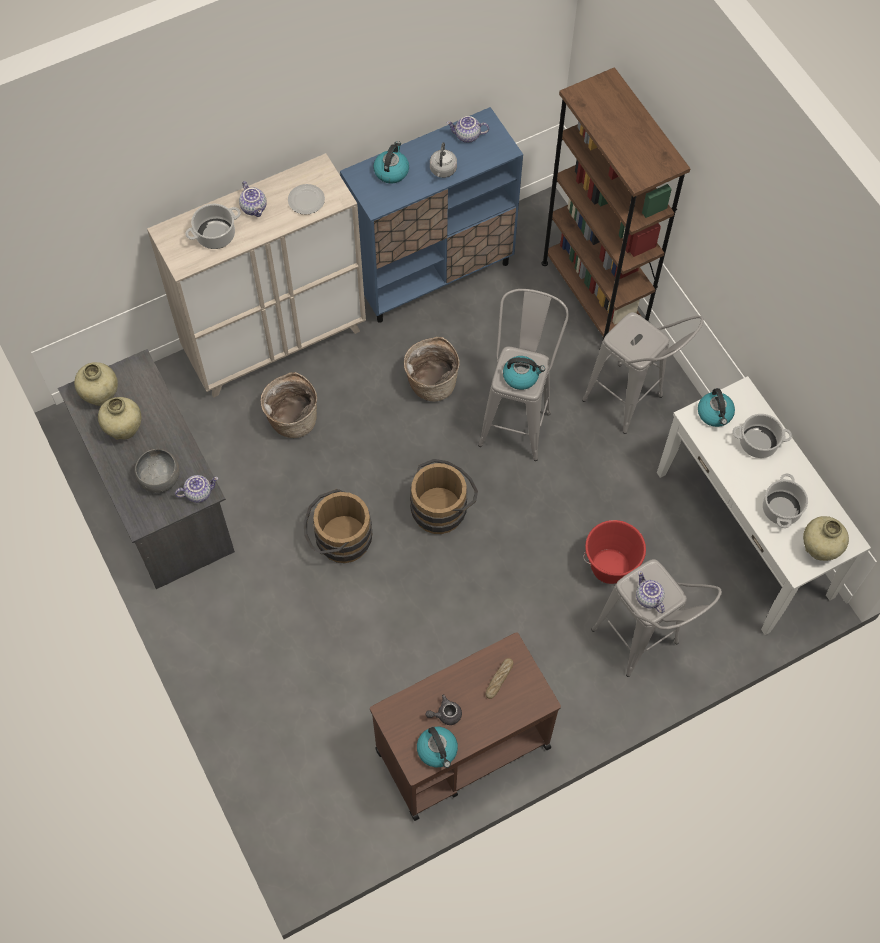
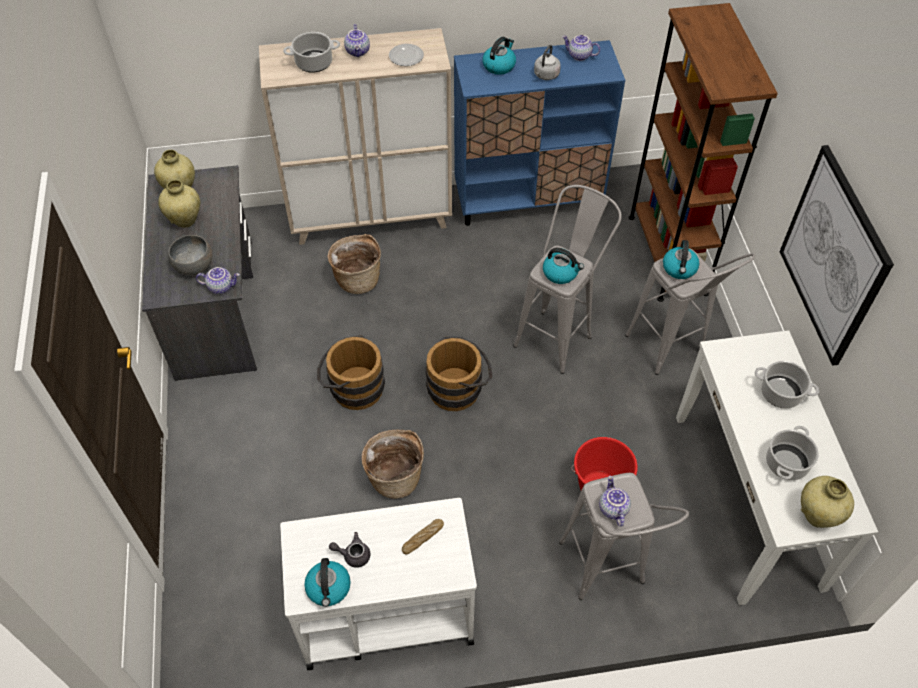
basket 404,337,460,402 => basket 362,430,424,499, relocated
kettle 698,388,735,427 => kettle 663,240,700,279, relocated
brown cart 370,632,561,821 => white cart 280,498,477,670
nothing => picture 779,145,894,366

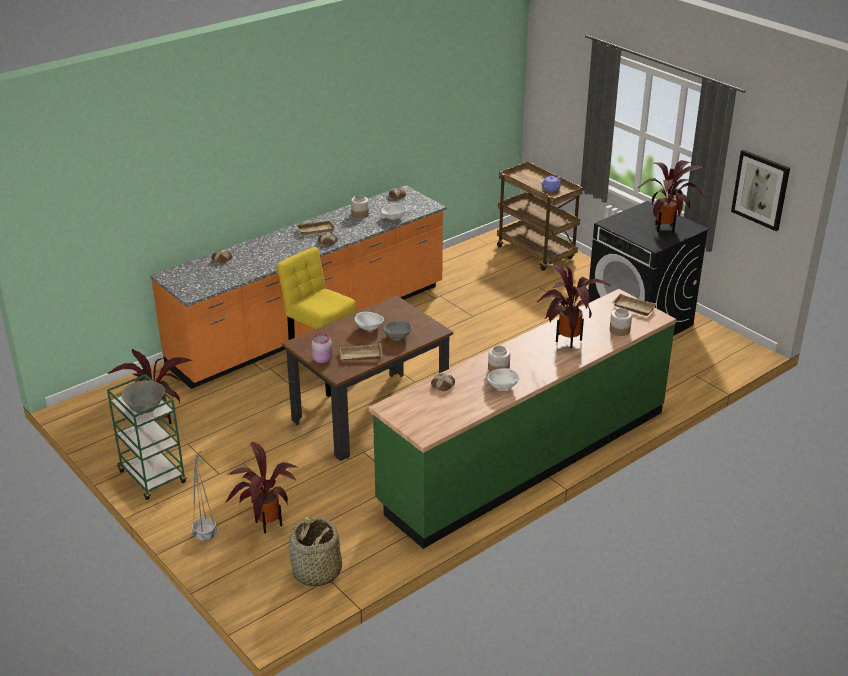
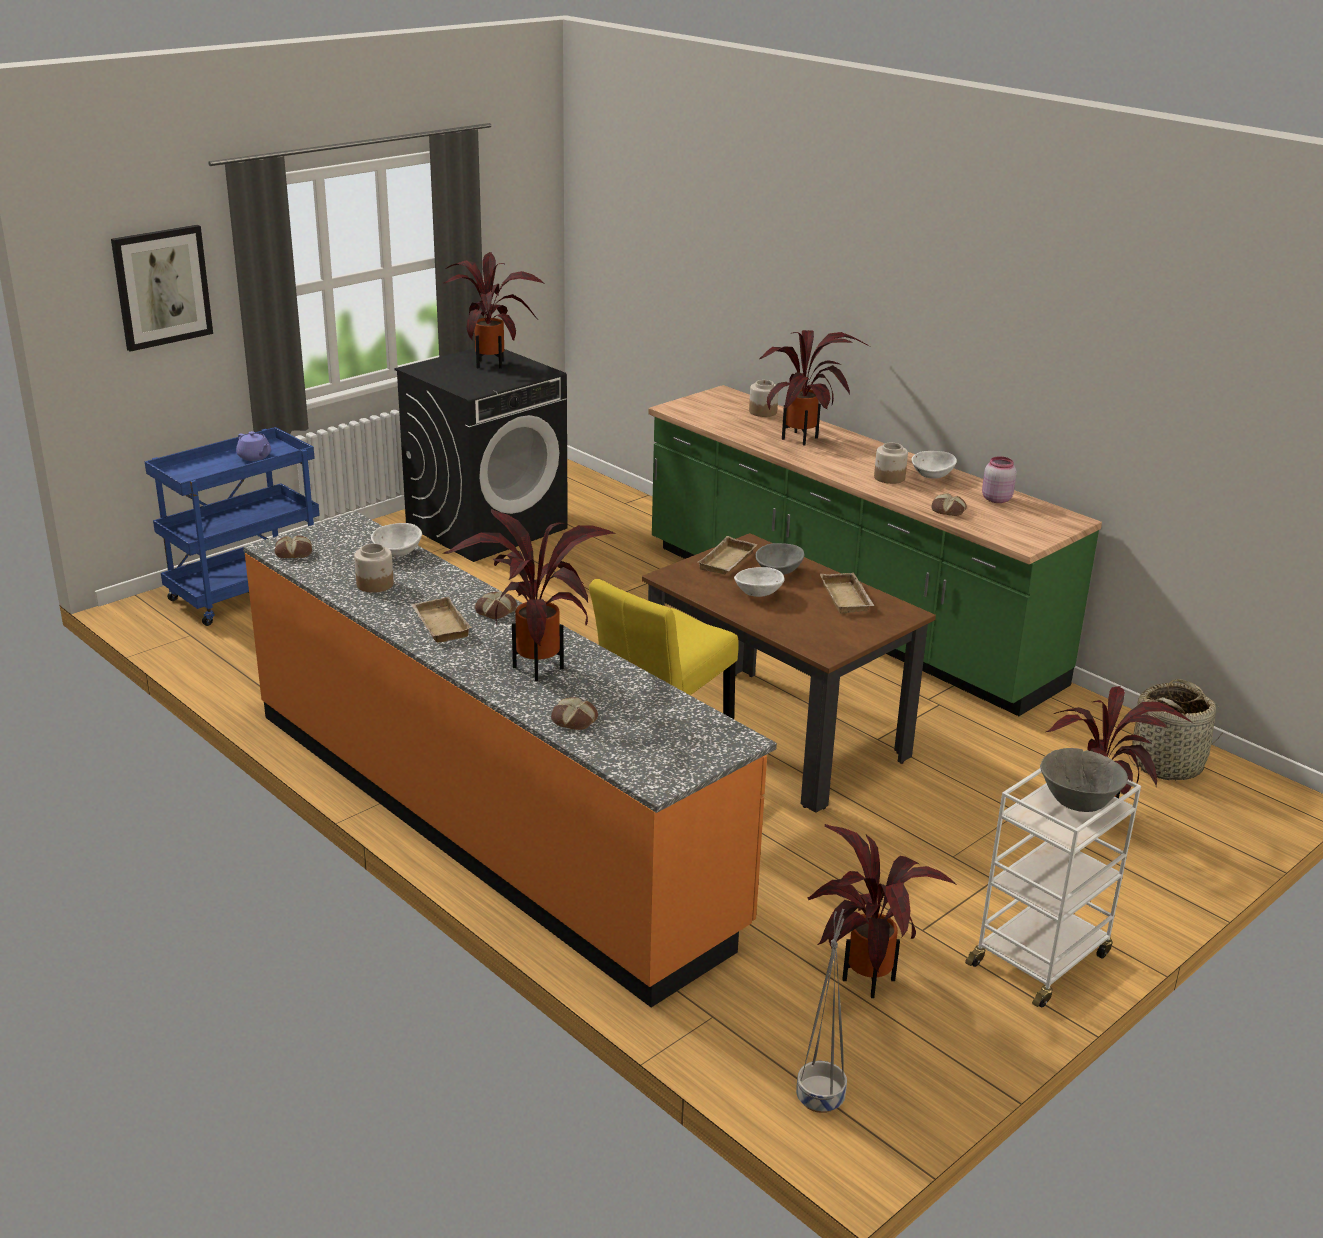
picture 731,150,790,231 => picture 111,225,213,352, relocated
brown cart 497,162,583,271 => blue cart 145,427,320,626
beige tray 612,294,657,316 => beige tray 698,536,758,574, relocated
pink jar 312,333,332,363 => pink jar 982,456,1017,503, relocated
green cart 107,374,187,500 => white cart 965,769,1141,1008
grey planter 192,451,217,541 => grey planter 796,909,847,1113, relocated
nothing => potted plant 442,508,616,681

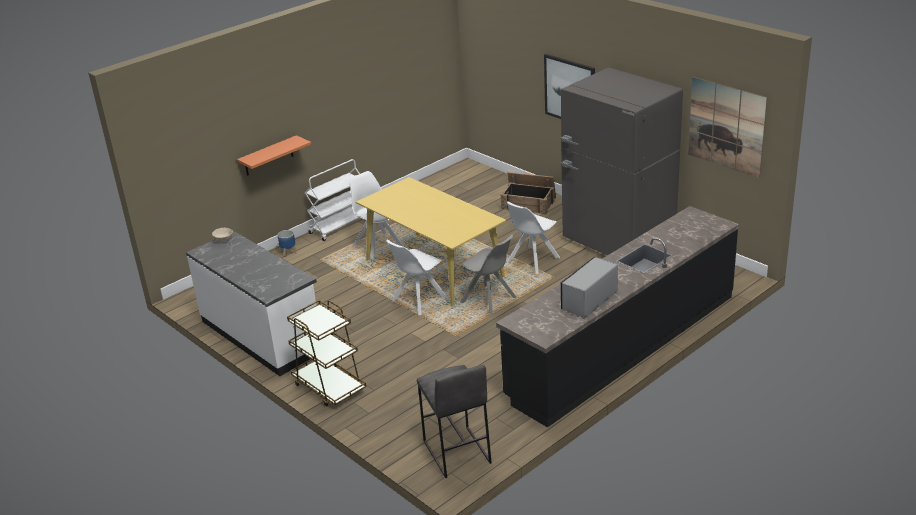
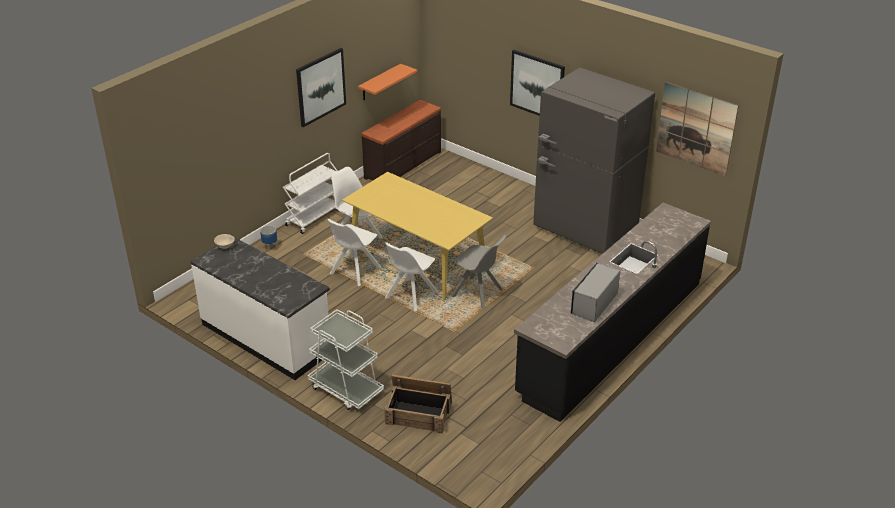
orange shelf 237,135,311,176 => orange shelf 358,64,417,100, relocated
crate 501,172,556,214 => crate 384,375,452,434, relocated
white chair 507,201,560,274 => white chair 328,219,381,286, relocated
brown cart 287,300,366,407 => white cart 308,309,384,410
grey stool 417,365,492,478 => nothing
nothing => picture 296,48,346,127
nothing => brown dresser 361,100,441,180

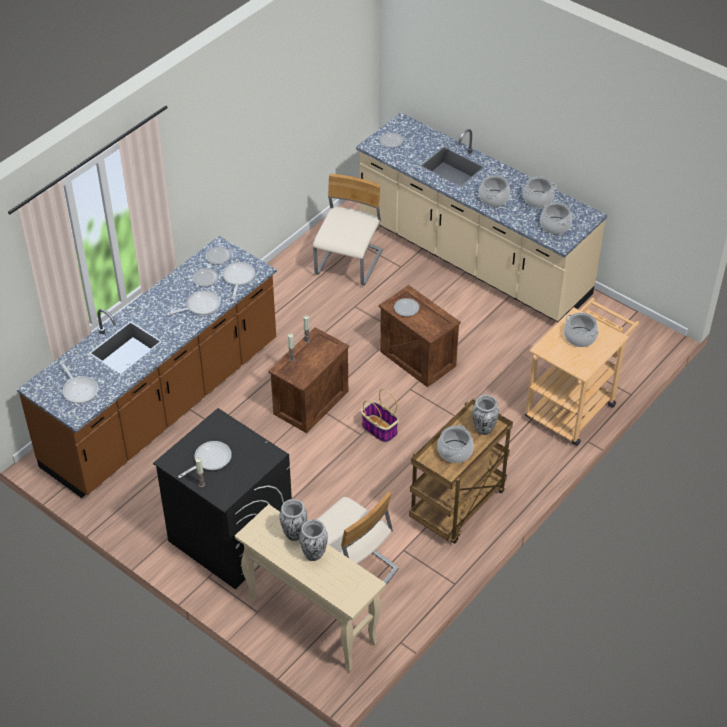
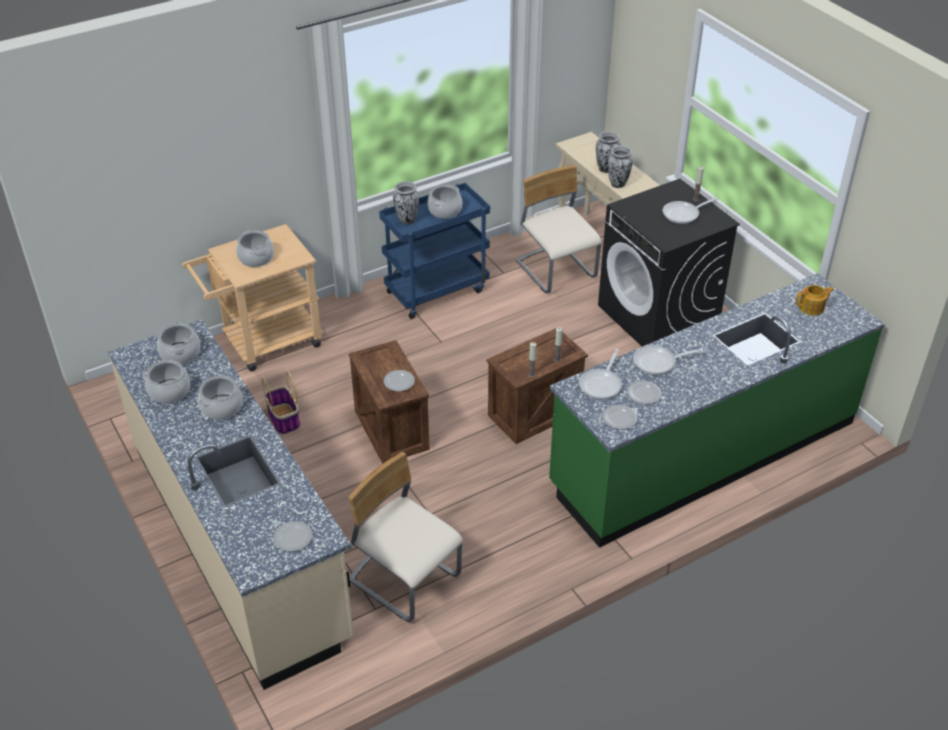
beige chair 313,174,383,286 => beige chair 348,452,463,622, 90 degrees clockwise
brown counter 17,236,277,498 => green counter 549,273,885,548
frying pan 60,361,98,403 => teapot 796,285,834,316
basket 361,389,399,443 => basket 262,371,300,435, relocated
brown cart 409,398,513,543 => blue cart 379,183,490,319

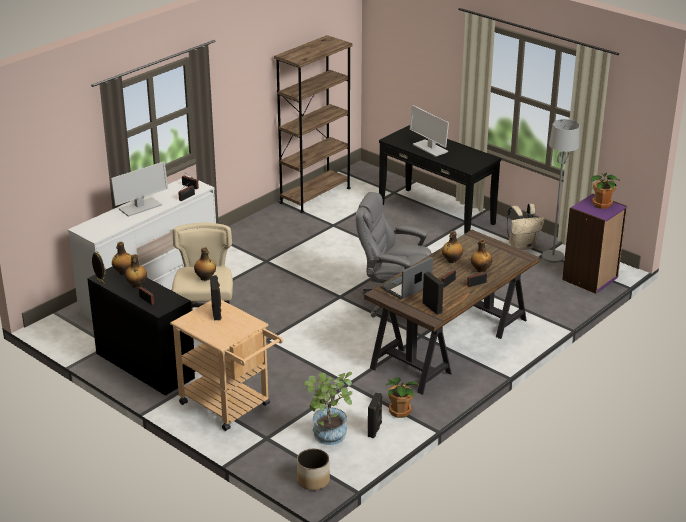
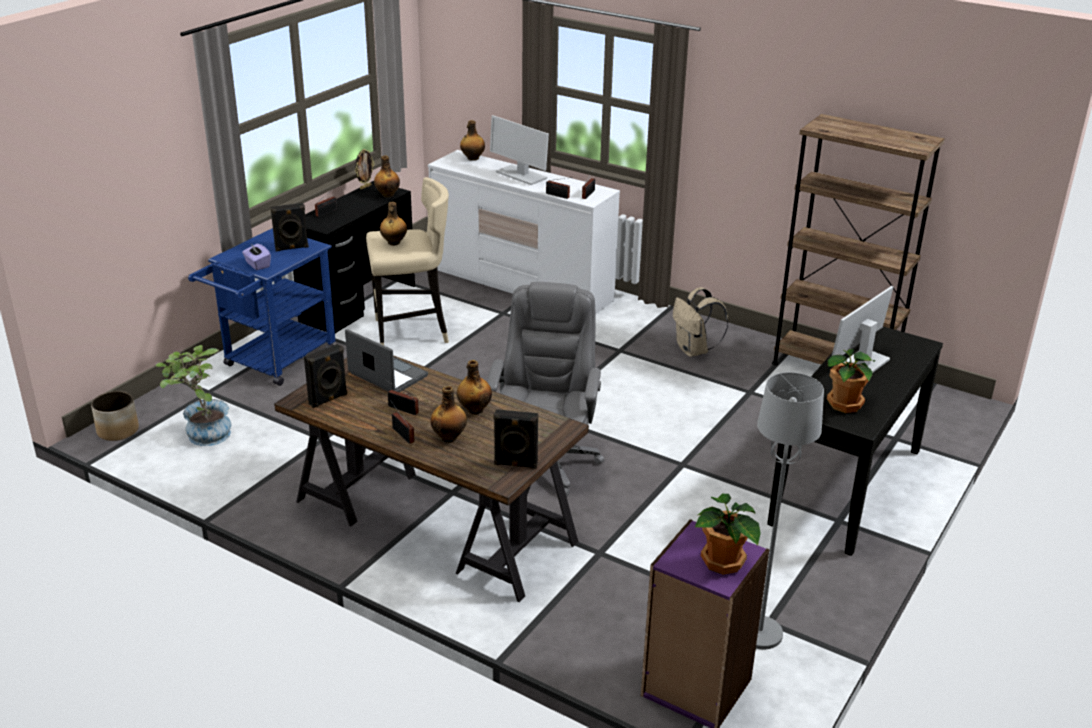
beige backpack 507,204,544,250 => beige backpack 673,287,728,357, relocated
bottle 125,254,147,288 => bottle 460,120,485,161, relocated
beige cart 170,300,283,431 => blue cart 188,228,335,386
potted plant 386,378,420,418 => potted plant 827,349,875,413, relocated
black speaker 368,393,383,438 => black speaker 494,409,538,469, relocated
nothing => purple tissue box 242,244,271,270

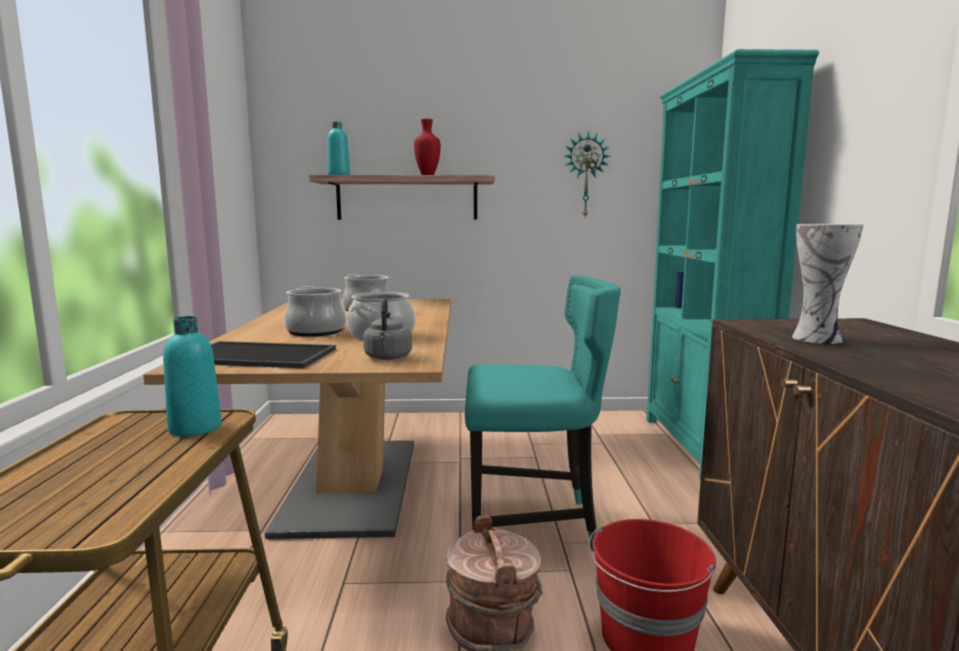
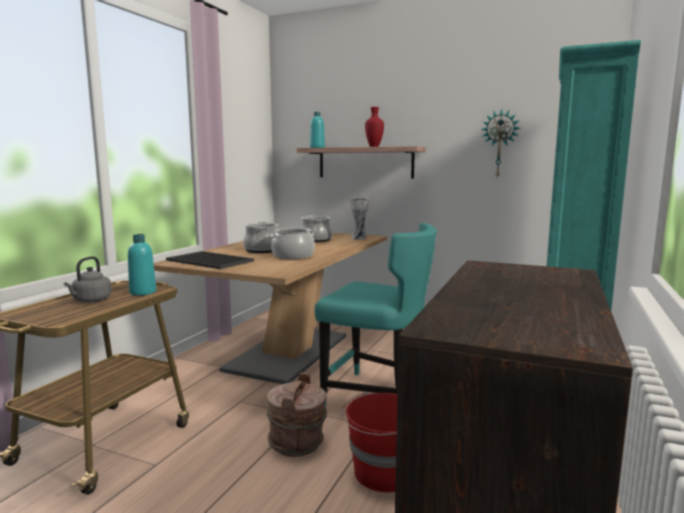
vase 792,224,863,344 => vase 350,198,369,240, relocated
grey kettle 363,298,412,360 => grey kettle 64,256,112,302, relocated

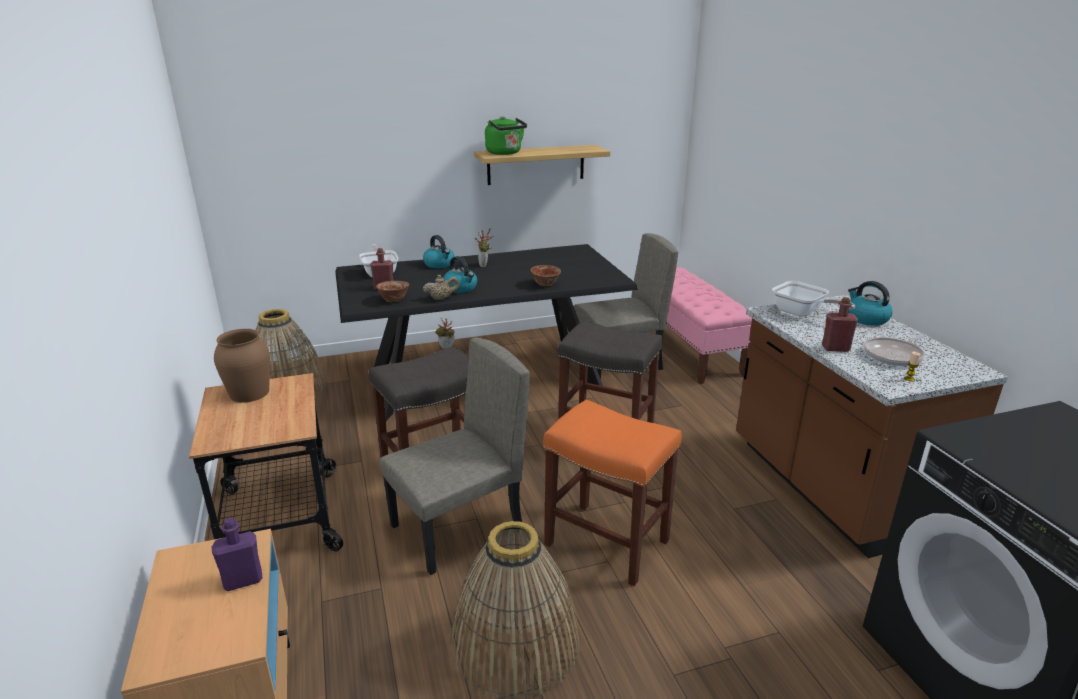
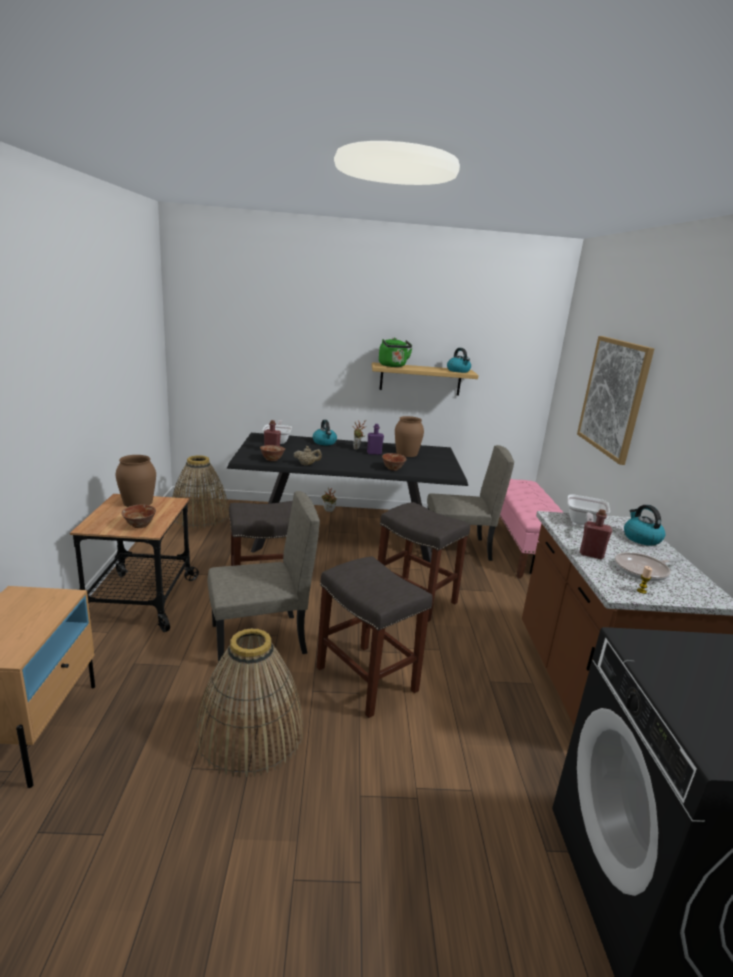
kettle 443,256,477,293 => kettle 447,348,471,373, relocated
frying pan 772,281,855,317 => frying pan 568,494,610,525, 45 degrees clockwise
orange stool 543,400,682,586 => grey stool 317,556,433,718
purple bottle 212,518,263,591 => purple bottle 367,424,384,455, relocated
nothing => picture 577,336,654,465
nothing => brown vase 395,416,424,457
nothing => bowl 121,504,156,528

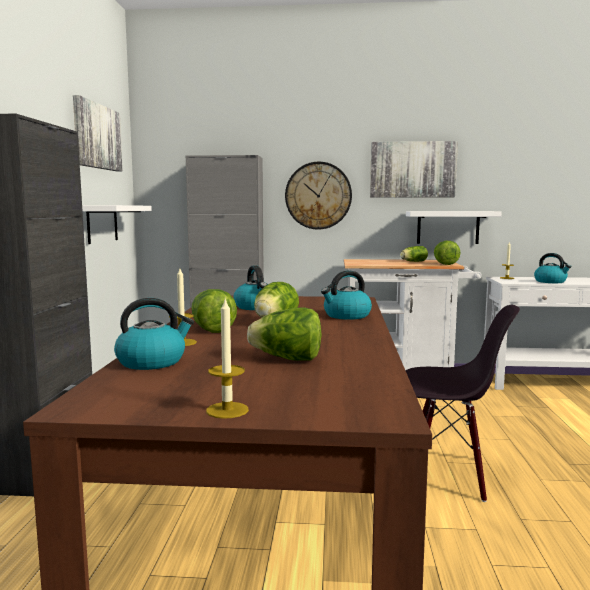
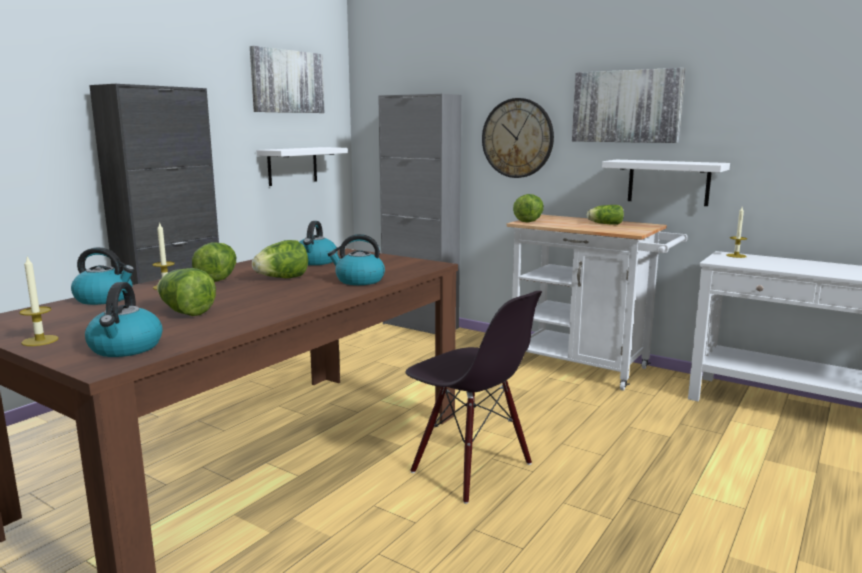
lettuce 434,241,461,265 => lettuce 513,194,544,222, relocated
kettle 534,253,572,283 => kettle 85,282,163,357, relocated

